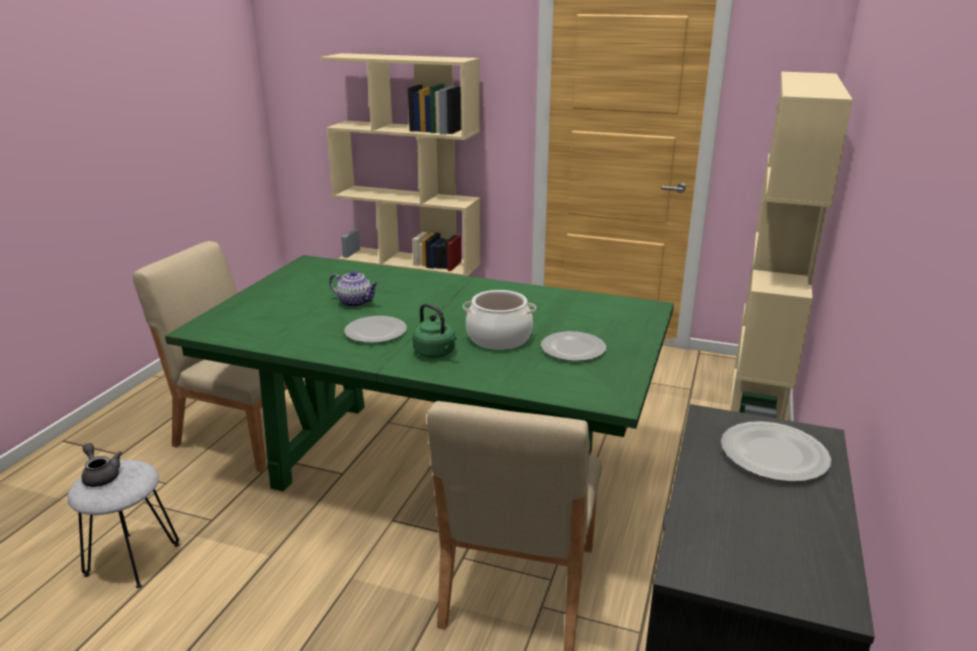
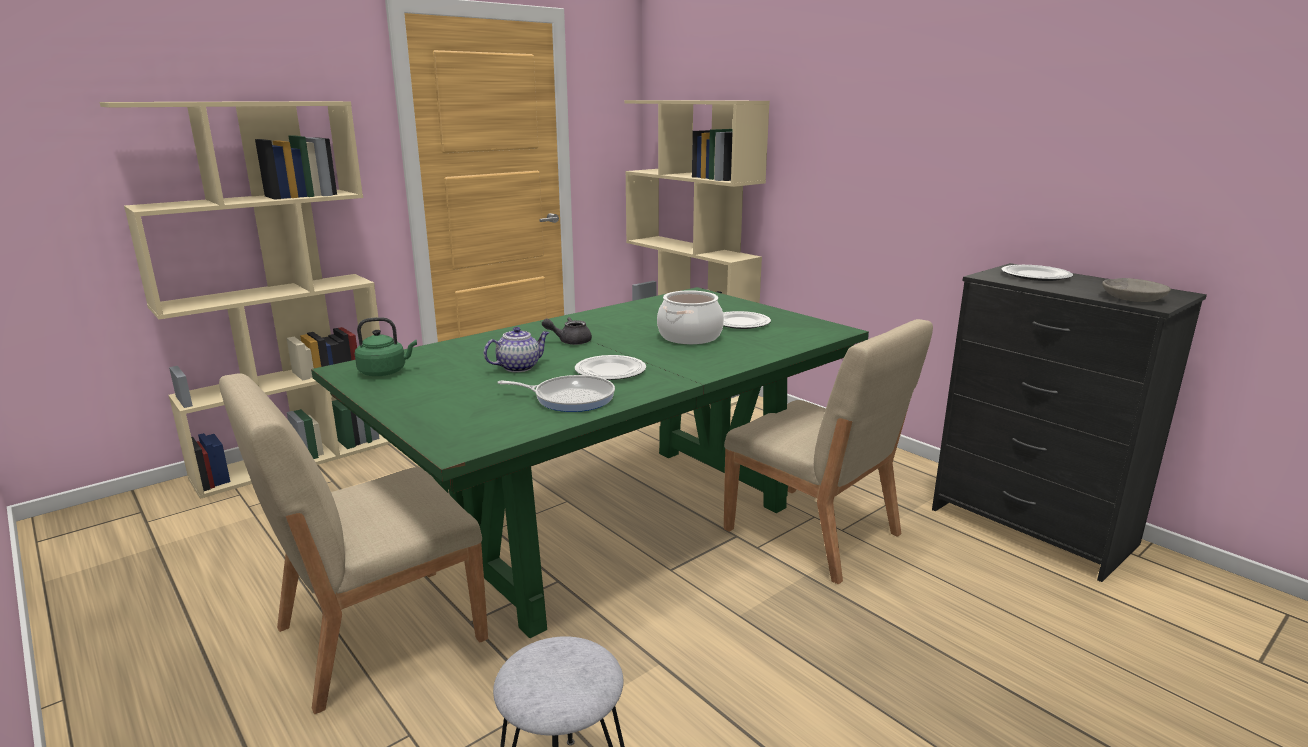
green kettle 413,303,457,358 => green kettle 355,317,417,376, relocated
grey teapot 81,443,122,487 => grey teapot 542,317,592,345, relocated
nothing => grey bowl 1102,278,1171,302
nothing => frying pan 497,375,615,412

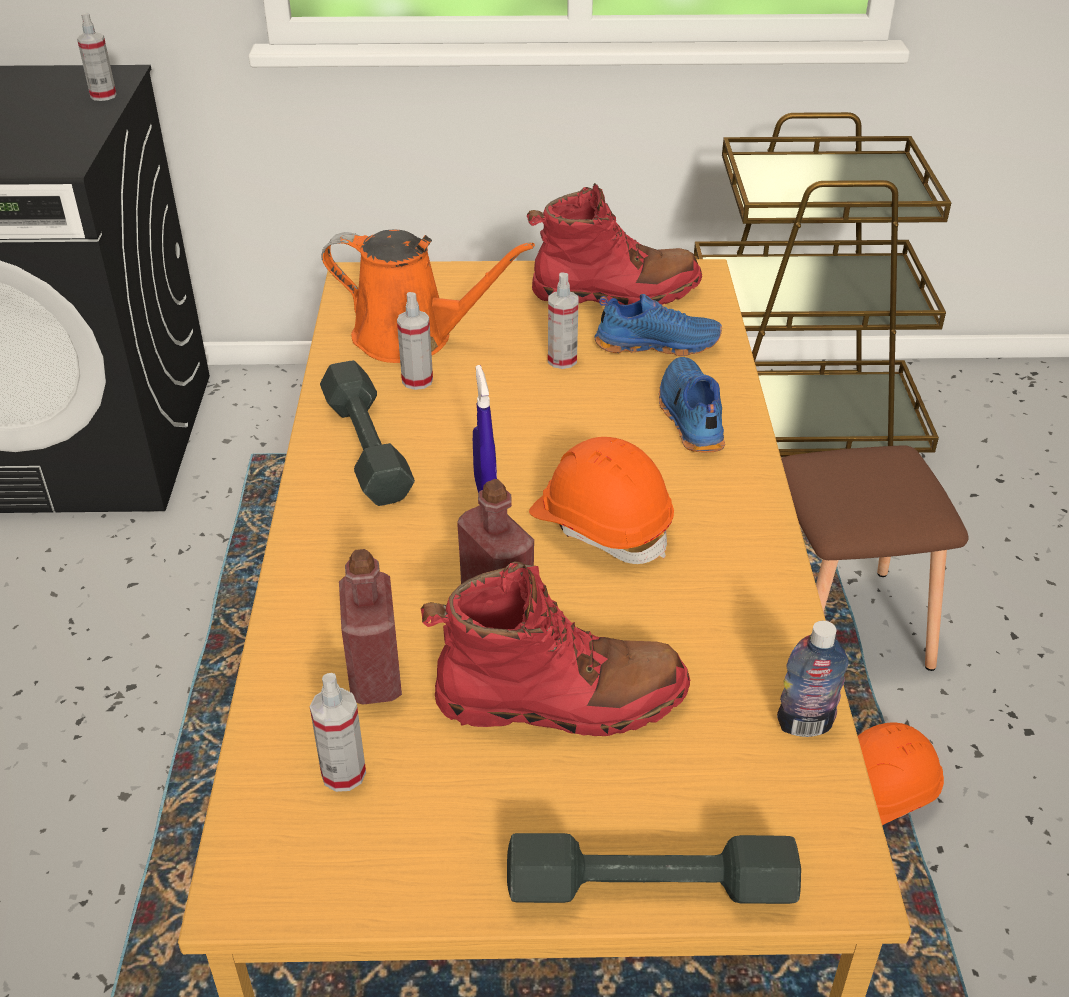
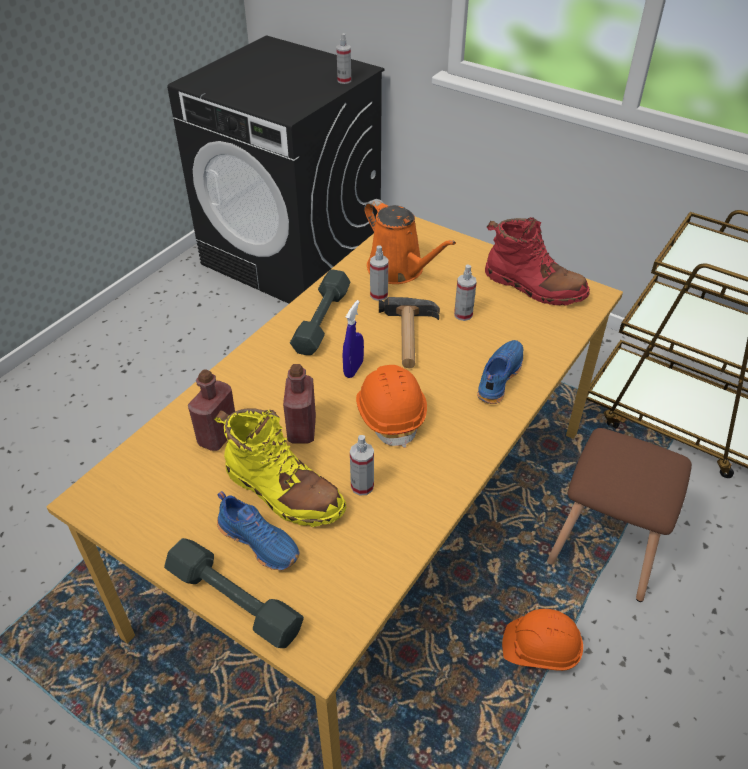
blue shoe 595,294,722,356 => blue shoe 217,491,300,571, relocated
red boot 421,561,691,736 => yellow boot 214,408,346,527
bottle 777,621,848,737 => nothing
spray bottle 310,673,366,792 => spray bottle 350,435,374,496, relocated
nothing => hammer 379,297,440,368

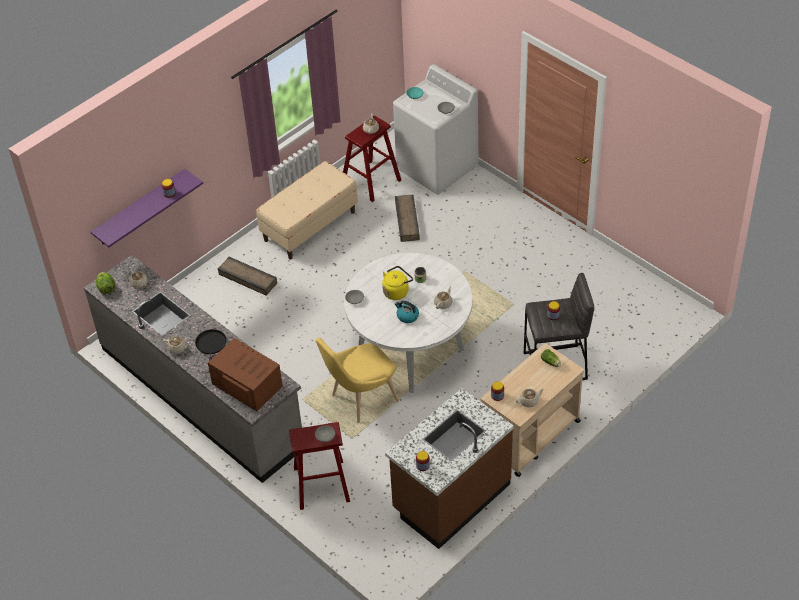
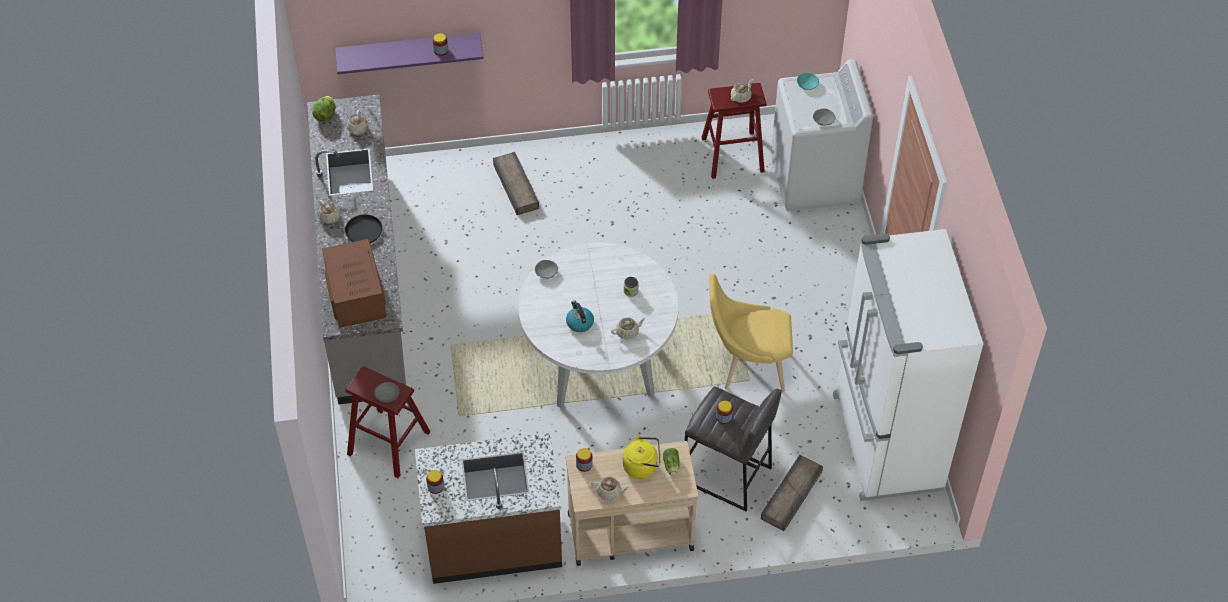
beige bench 256,161,358,260 => nothing
crate 395,194,420,242 => crate 761,455,823,531, relocated
yellow kettle 382,266,413,300 => yellow kettle 623,434,661,479, relocated
yellow chair 316,338,399,423 => yellow chair 709,273,793,392, relocated
nothing => white fridge 833,229,983,501

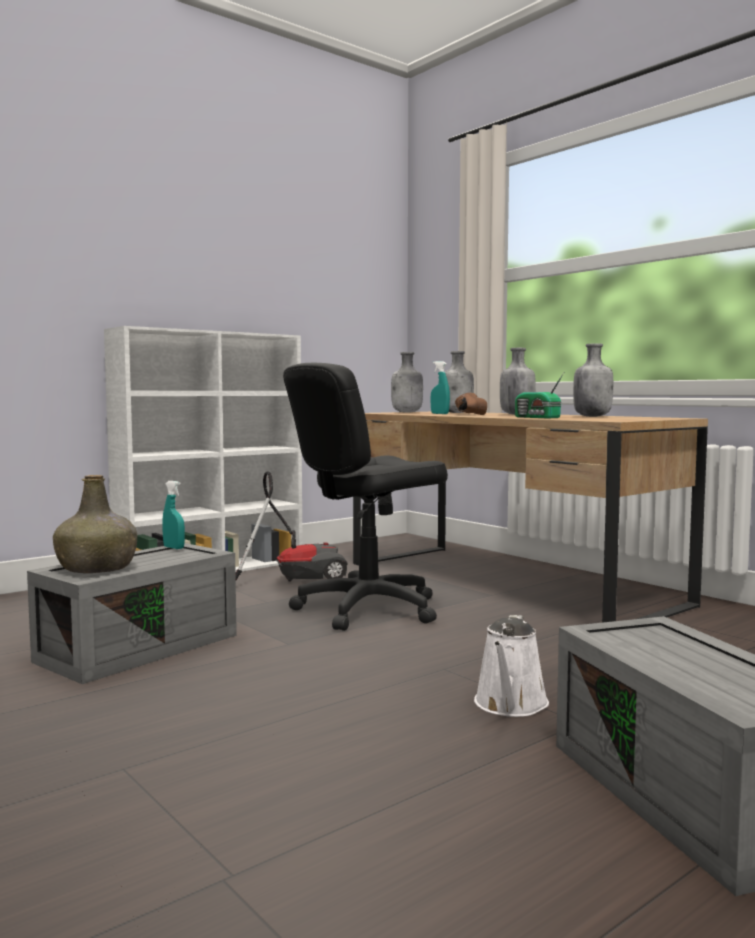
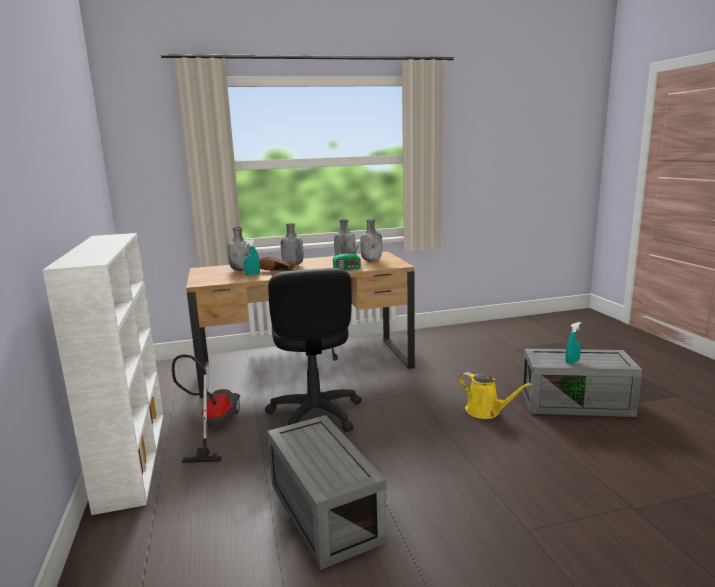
grey bottle 391,352,423,413 => grey bottle 360,219,382,261, relocated
green bottle 53,475,137,573 => nothing
turquoise spray bottle 162,481,185,549 => turquoise spray bottle 565,322,581,364, relocated
white watering can 474,615,549,717 => yellow watering can 459,372,532,419

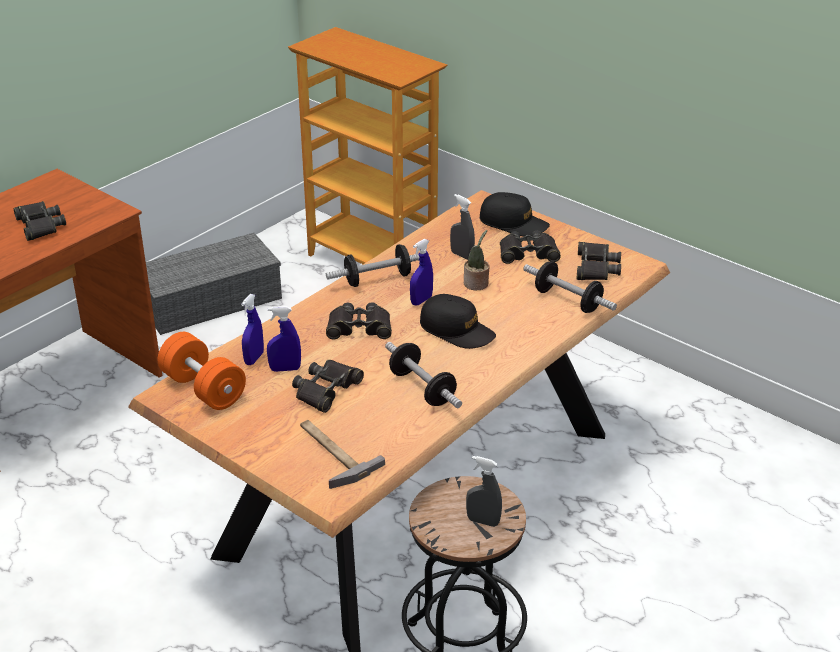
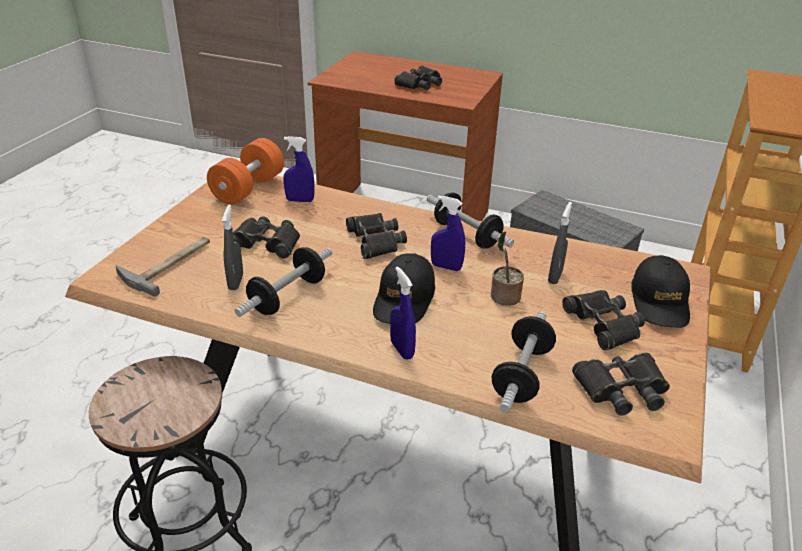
blue spray bottle 267,306,301,372 => blue spray bottle 390,267,416,360, relocated
grey spray bottle 466,456,502,527 => grey spray bottle 222,204,243,290, relocated

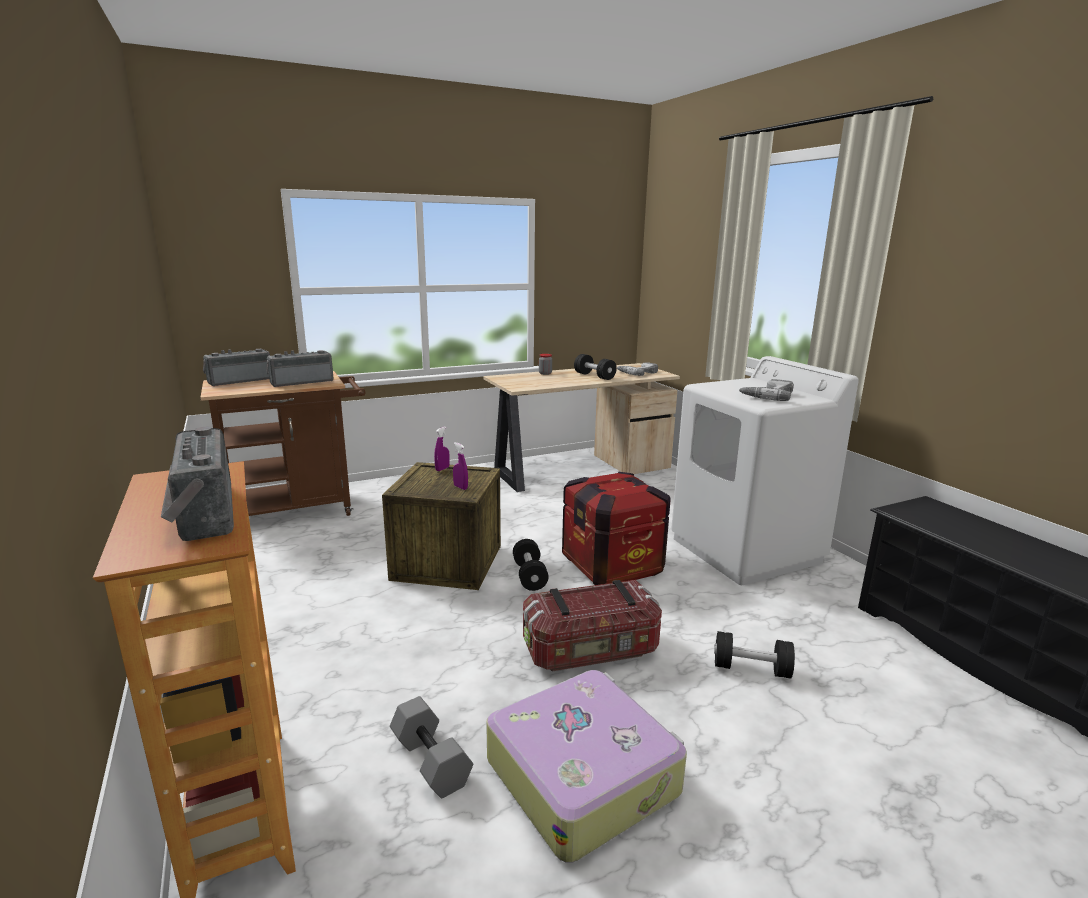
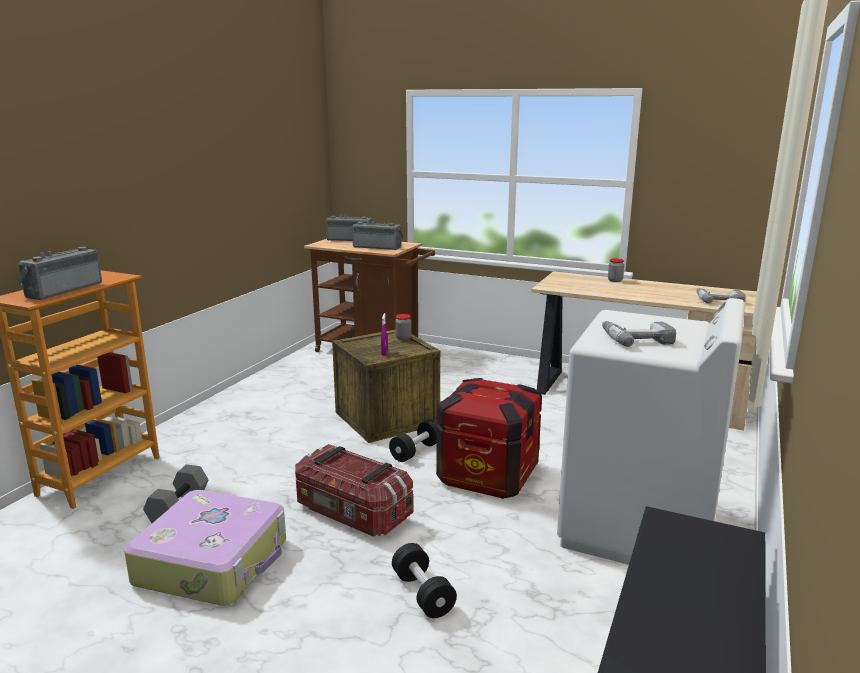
black dumbbell 574,354,617,380 => nothing
purple spray bottle 434,427,450,471 => jar 395,314,411,340

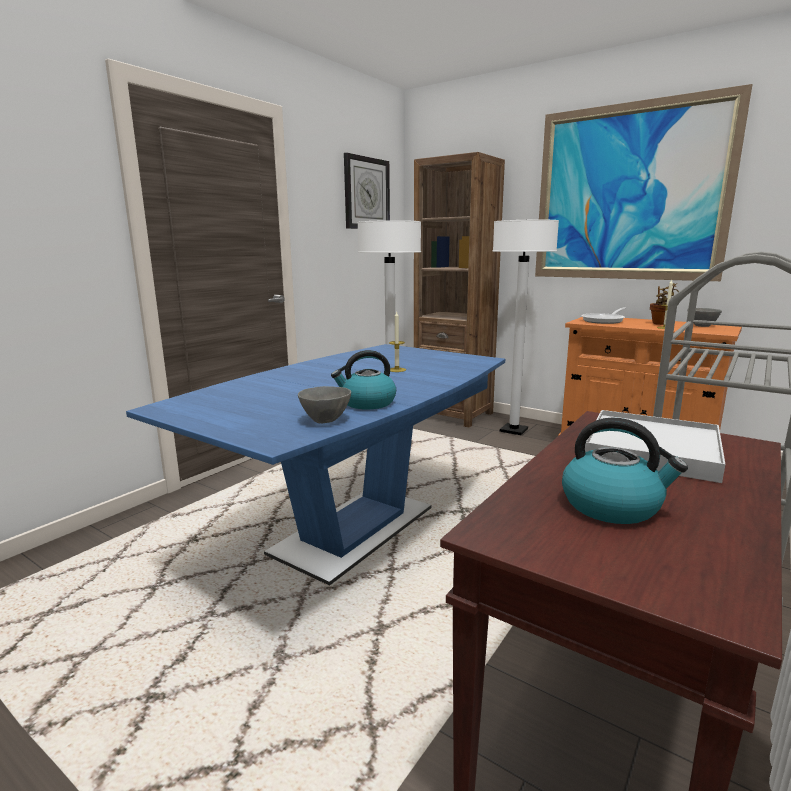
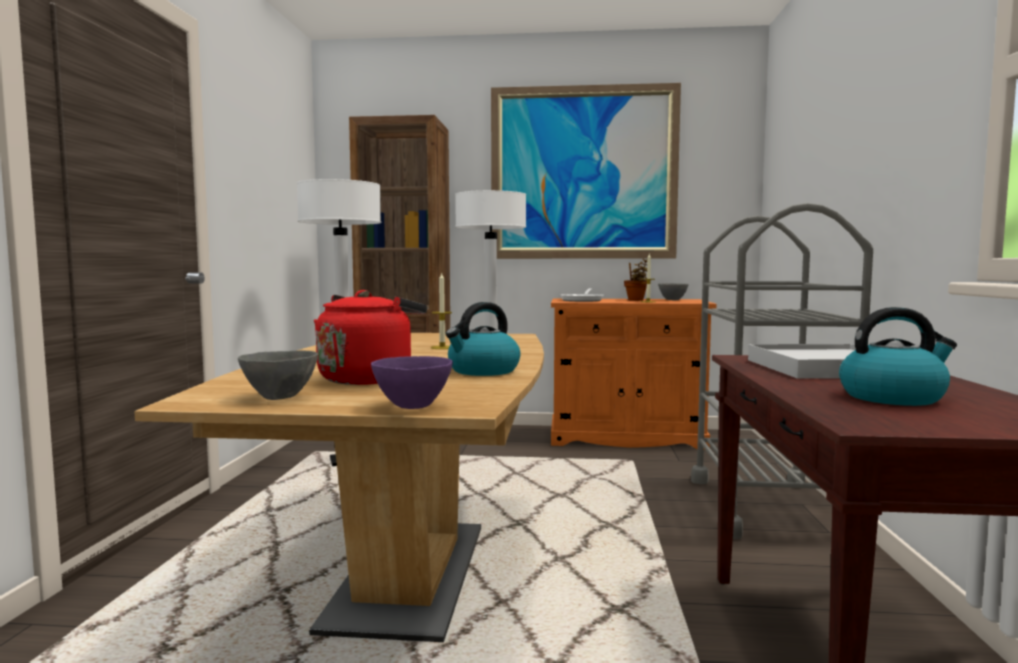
wall clock 344,153,390,229 => nothing
blue dining table 126,344,505,586 => brown dining table 134,333,544,642
grey bowl 298,386,351,423 => grey bowl 238,350,318,400, relocated
nothing => red kettle 314,290,427,385
nothing => purple bowl 371,356,453,409

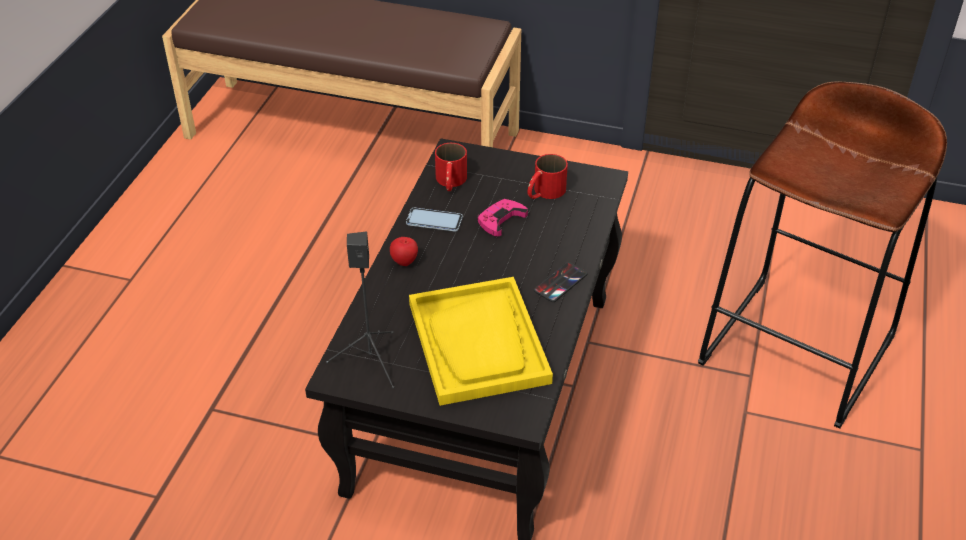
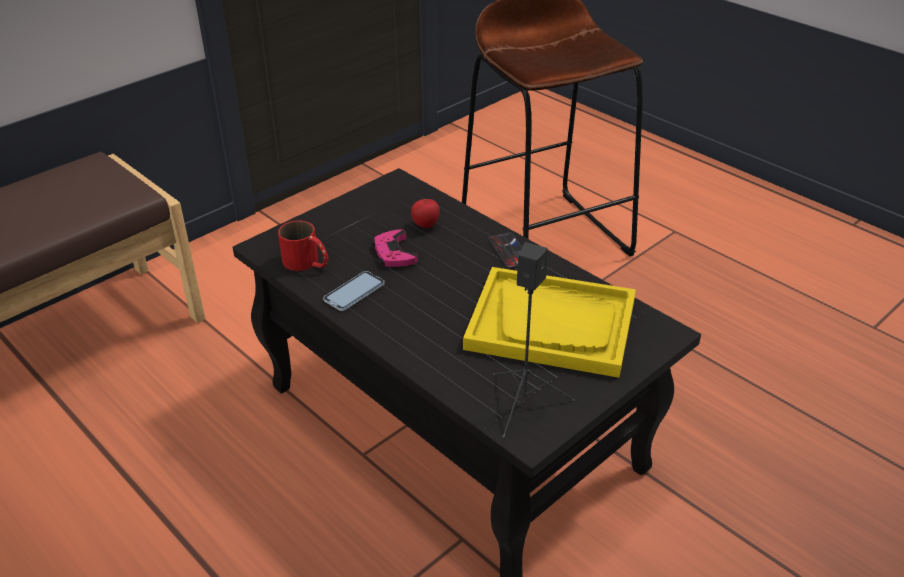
red mug 527,154,568,199 => nothing
apple 390,237,418,266 => apple 411,199,440,228, relocated

